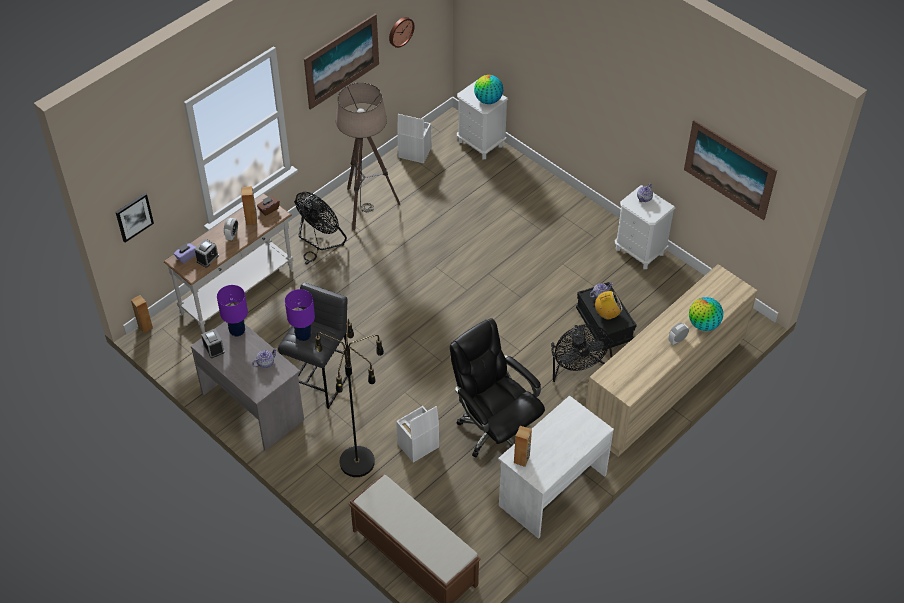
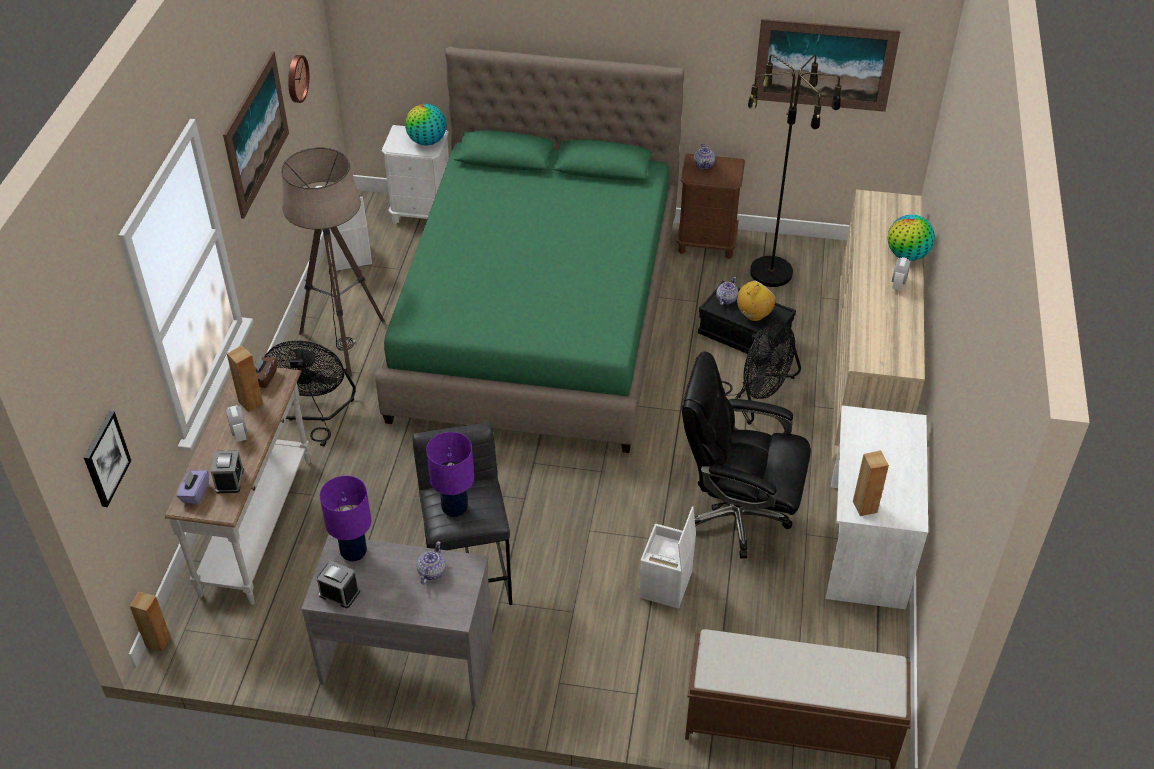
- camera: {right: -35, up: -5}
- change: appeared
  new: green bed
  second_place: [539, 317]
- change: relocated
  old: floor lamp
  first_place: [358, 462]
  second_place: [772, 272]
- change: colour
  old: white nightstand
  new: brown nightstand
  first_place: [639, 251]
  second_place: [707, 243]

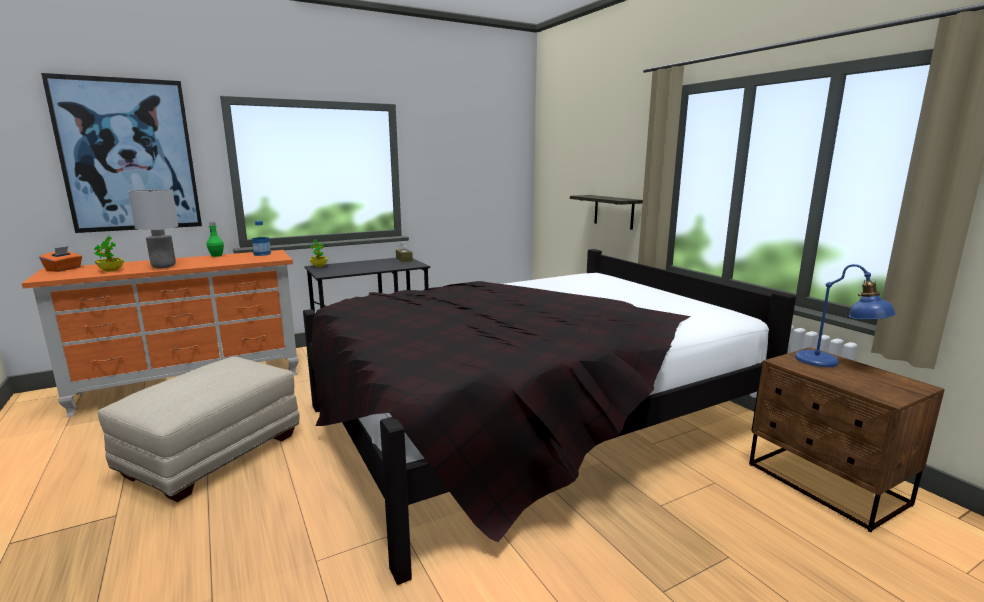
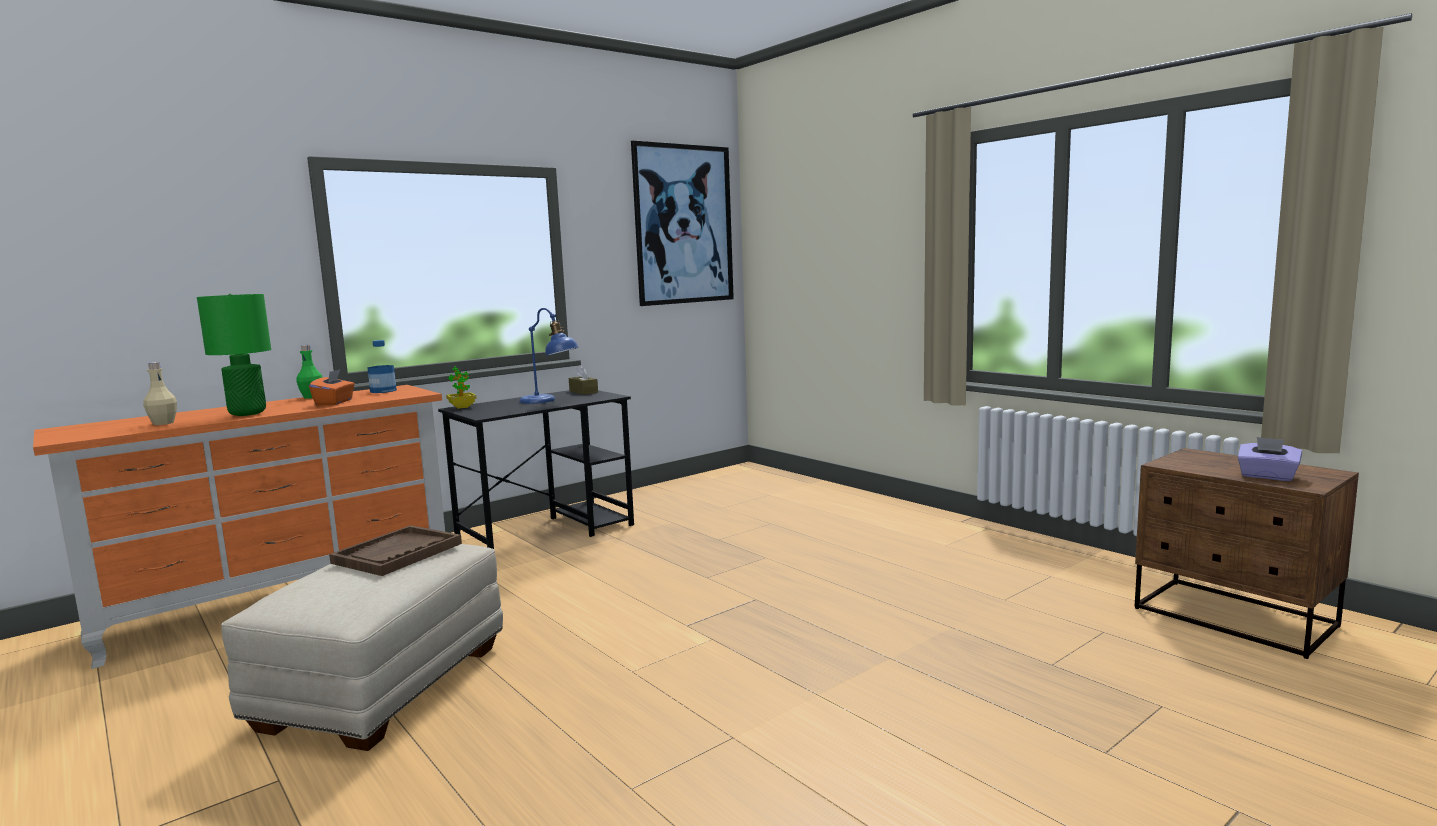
- camera: {right: -10, up: -5}
- change: missing
  old: black bed
  first_place: [528, 422]
- change: missing
  old: shelf
  first_place: [613, 211]
- change: appeared
  new: brown tray
  second_place: [397, 553]
- change: appeared
  new: purple tissue box
  second_place: [1267, 476]
- change: relocated
  old: orange tissue box
  first_place: [64, 269]
  second_place: [334, 403]
- change: relocated
  old: picture
  first_place: [128, 156]
  second_place: [683, 224]
- change: relocated
  old: blue table lamp
  first_place: [836, 363]
  second_place: [550, 401]
- change: exchanged
  old: potted plant
  new: beige bottle
  first_place: [111, 270]
  second_place: [163, 423]
- change: colour
  old: grey table lamp
  new: green table lamp
  first_place: [164, 267]
  second_place: [248, 414]

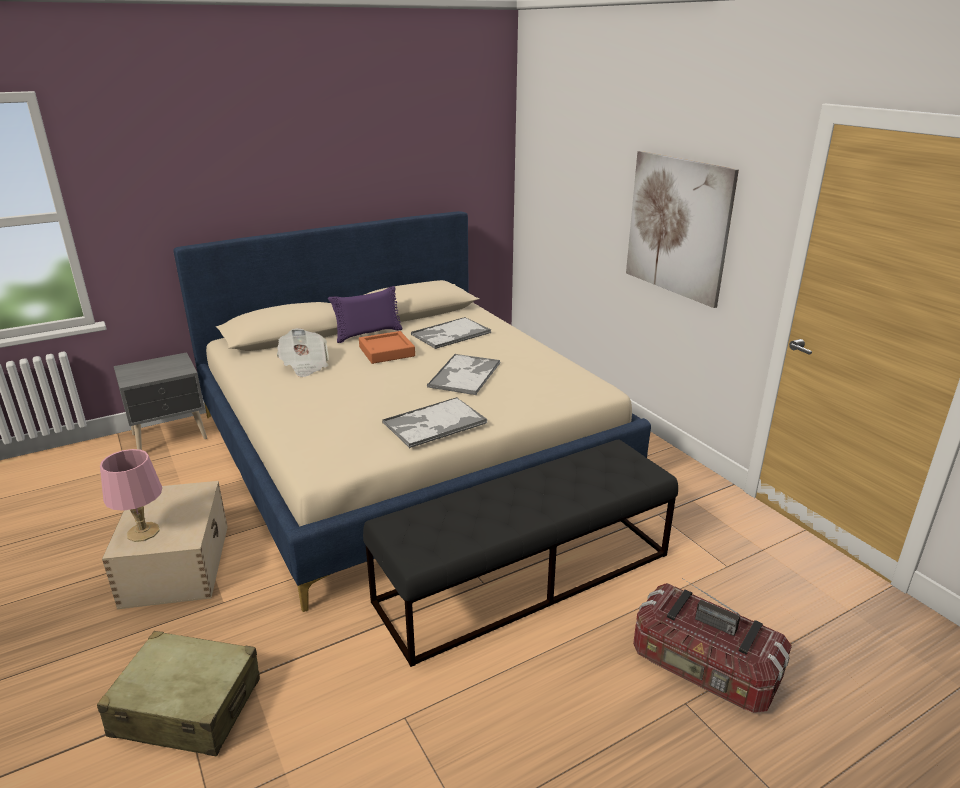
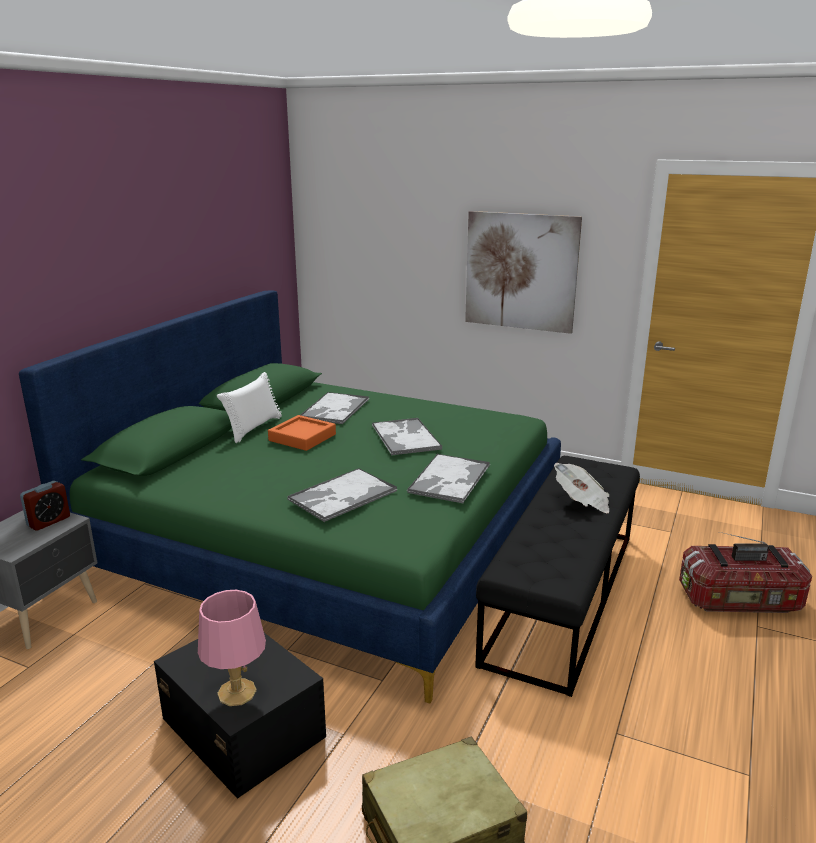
- camera: {right: -35, up: -5}
- change: appeared
  new: alarm clock
  second_place: [48, 521]
- change: appeared
  new: tray
  second_place: [342, 496]
- change: relocated
  old: newspaper
  first_place: [304, 365]
  second_place: [582, 502]
- change: colour
  old: beige storage box
  new: black storage box
  first_place: [177, 563]
  second_place: [243, 726]
- change: colour
  old: beige bed
  new: green bed
  first_place: [405, 449]
  second_place: [331, 536]
- change: colour
  old: purple pillow
  new: white pillow
  first_place: [368, 334]
  second_place: [253, 428]

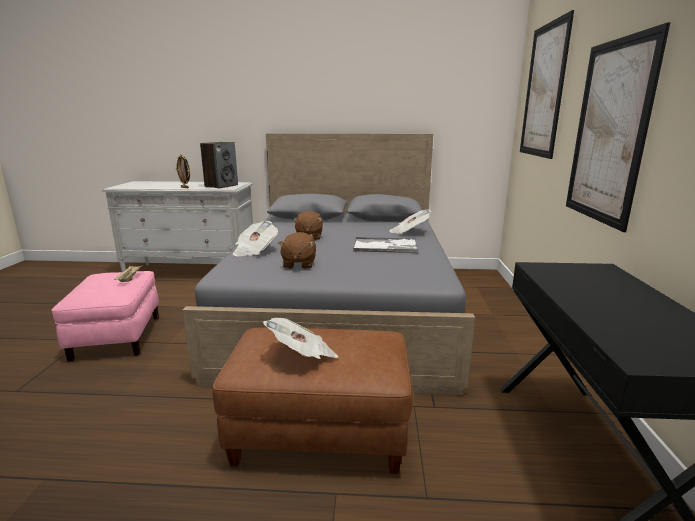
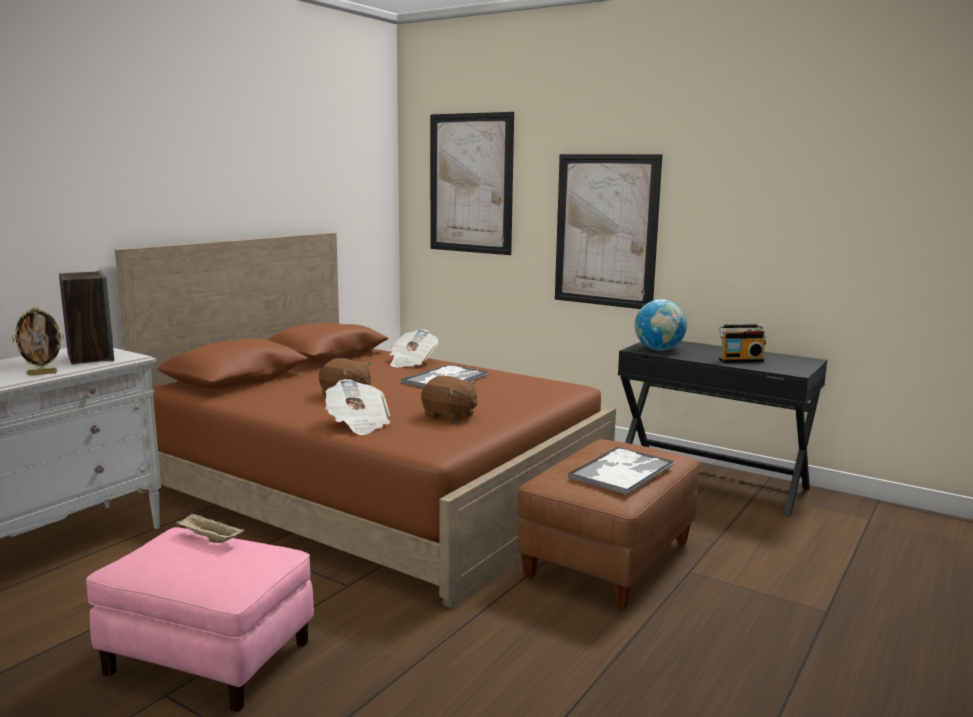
- camera: {right: -60, up: -5}
- change: appeared
  new: globe
  second_place: [659, 349]
- change: appeared
  new: radio
  second_place: [740, 360]
- change: exchanged
  old: newspaper
  new: tray
  first_place: [302, 355]
  second_place: [622, 471]
- change: colour
  old: grey bed
  new: brown bed
  first_place: [342, 310]
  second_place: [378, 490]

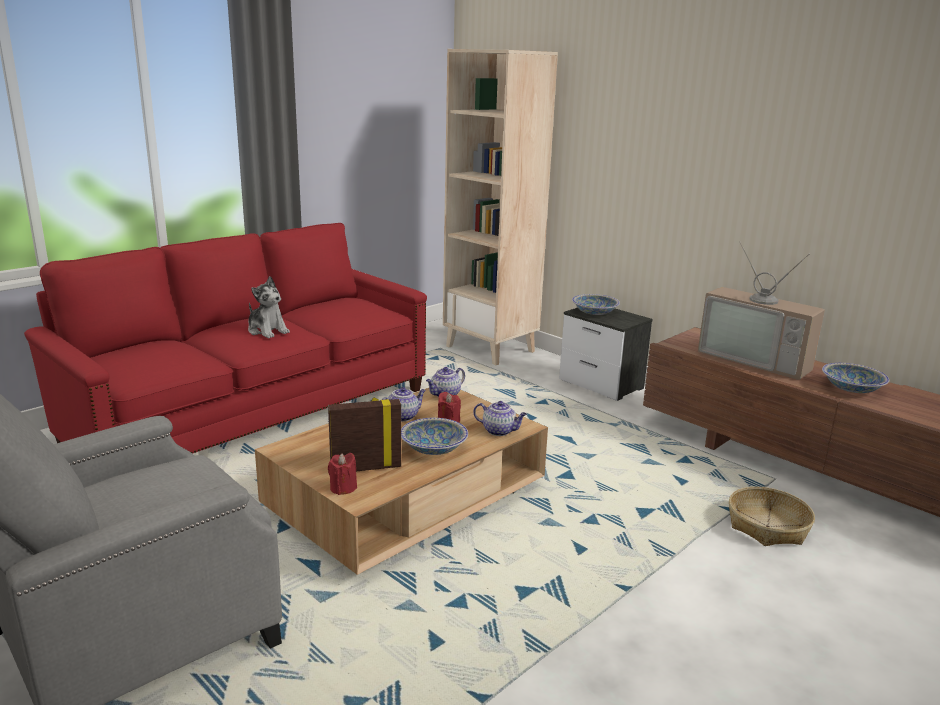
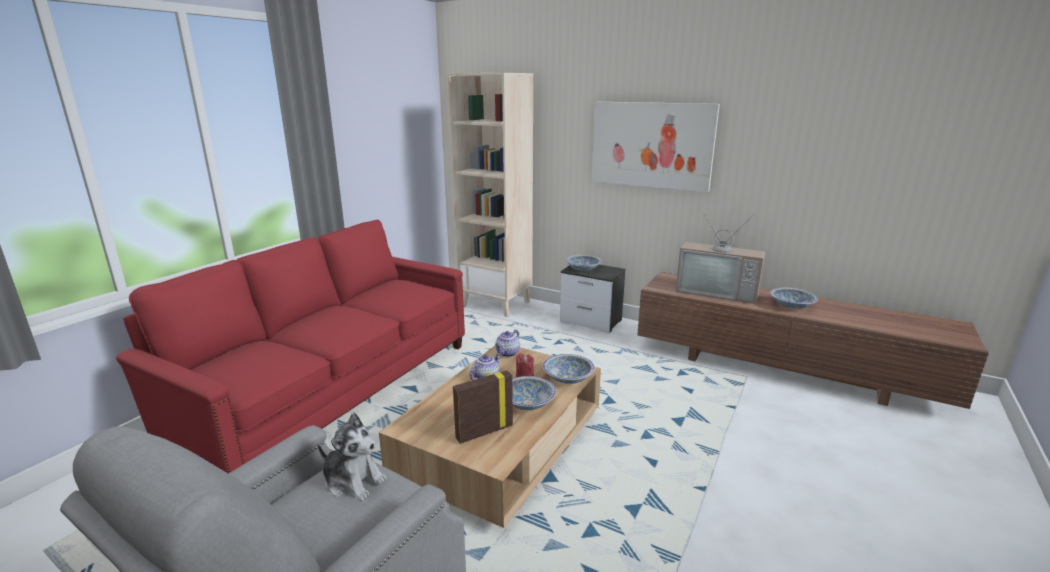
- camera: {right: -15, up: 0}
- change: missing
  old: red candle
  first_place: [343, 488]
- change: missing
  old: basket
  first_place: [768, 526]
- change: appeared
  new: picture
  second_place: [651, 145]
- change: relocated
  old: plush toy
  first_place: [267, 331]
  second_place: [353, 481]
- change: exchanged
  old: teapot
  new: bowl
  first_place: [499, 431]
  second_place: [568, 378]

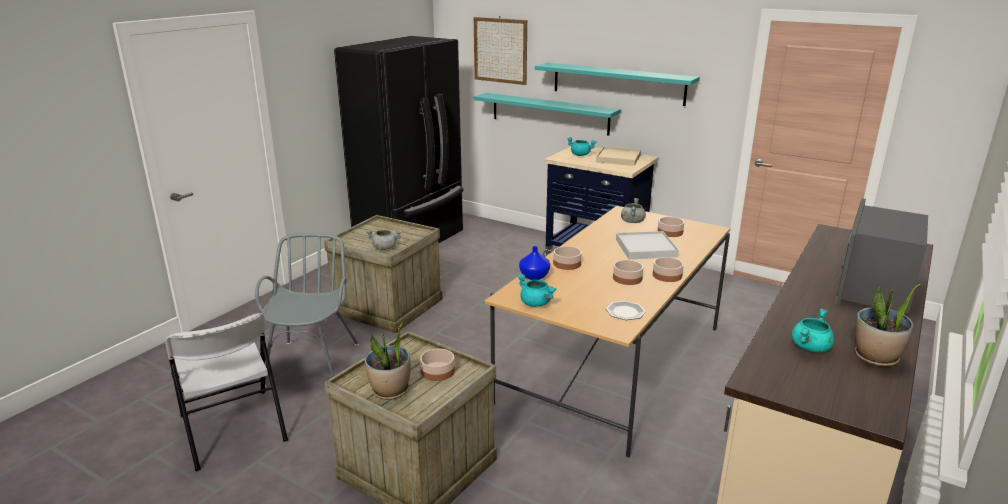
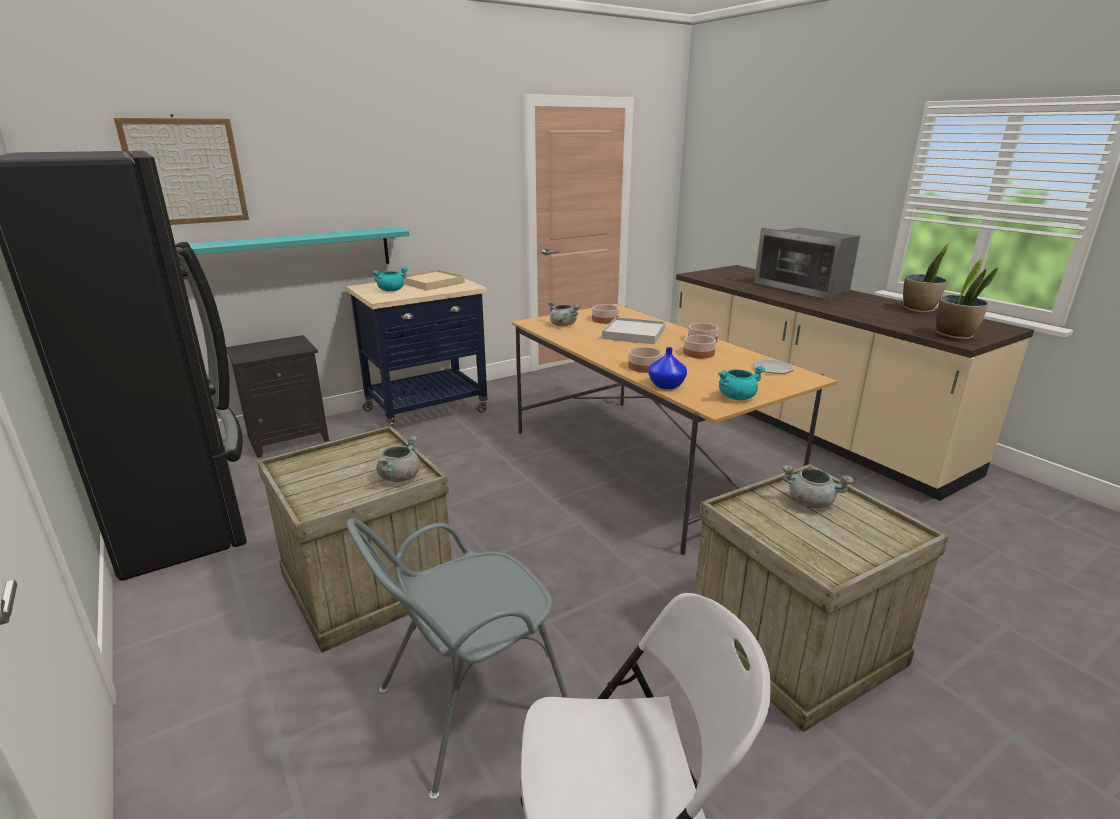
- camera: {right: -65, up: 0}
- change: missing
  old: turquoise shelf
  first_place: [618, 83]
- change: missing
  old: turquoise cooking pot
  first_place: [810, 348]
- change: appeared
  new: black nightstand
  second_place: [289, 438]
- change: relocated
  old: potted plant
  first_place: [390, 391]
  second_place: [954, 336]
- change: exchanged
  old: bowl
  new: grey cooking pot
  first_place: [437, 371]
  second_place: [811, 502]
- change: spun
  old: grey chair
  first_place: [313, 362]
  second_place: [467, 707]
  degrees: -60

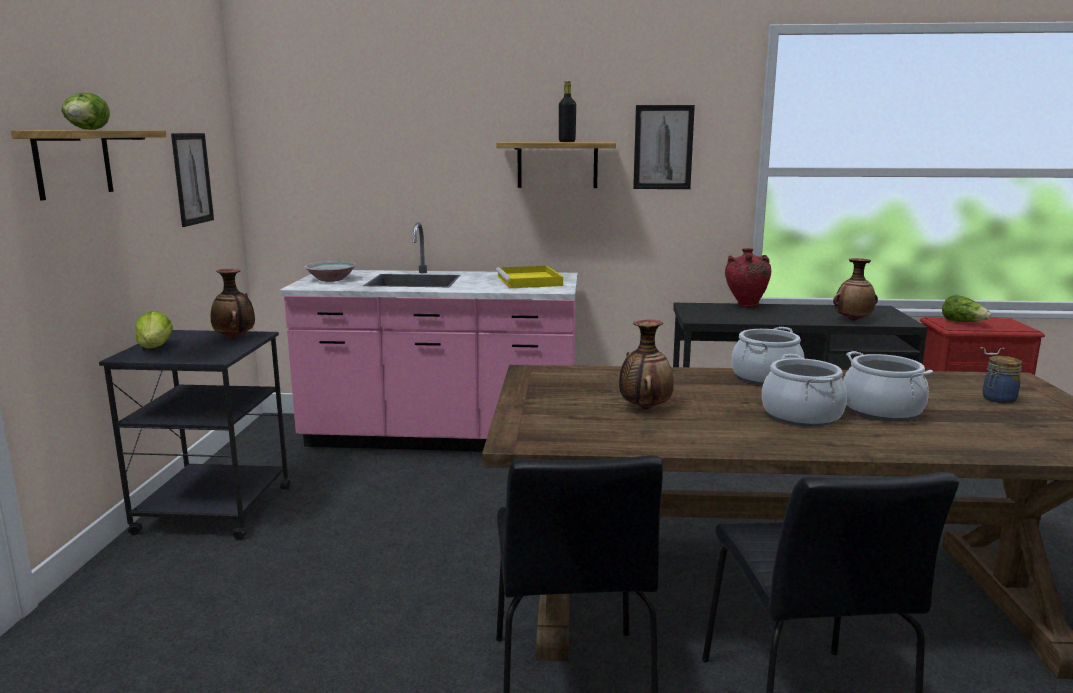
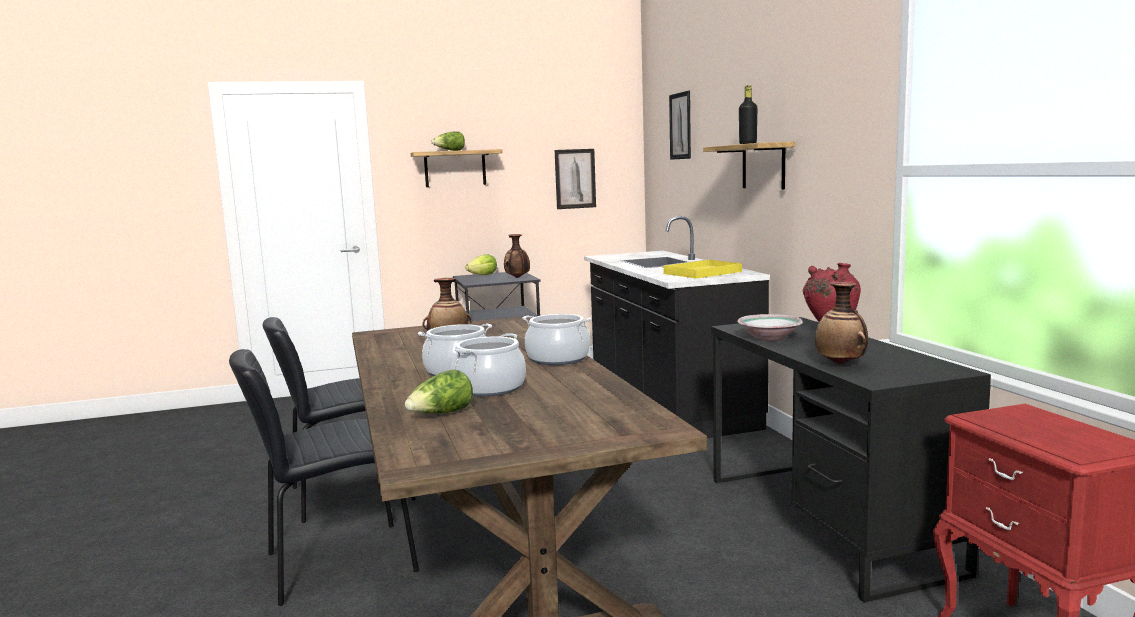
- camera: {right: 70, up: -5}
- change: missing
  old: jar
  first_place: [998, 399]
- change: relocated
  old: bowl
  first_place: [332, 279]
  second_place: [770, 338]
- change: relocated
  old: picture
  first_place: [663, 147]
  second_place: [680, 126]
- change: relocated
  old: lettuce
  first_place: [963, 323]
  second_place: [441, 414]
- change: colour
  old: pink counter
  new: black counter
  first_place: [442, 438]
  second_place: [667, 400]

